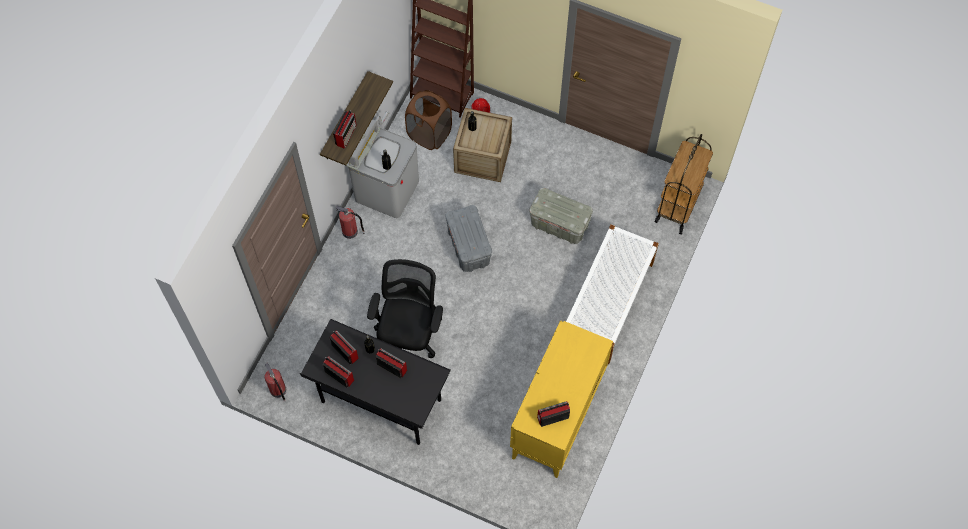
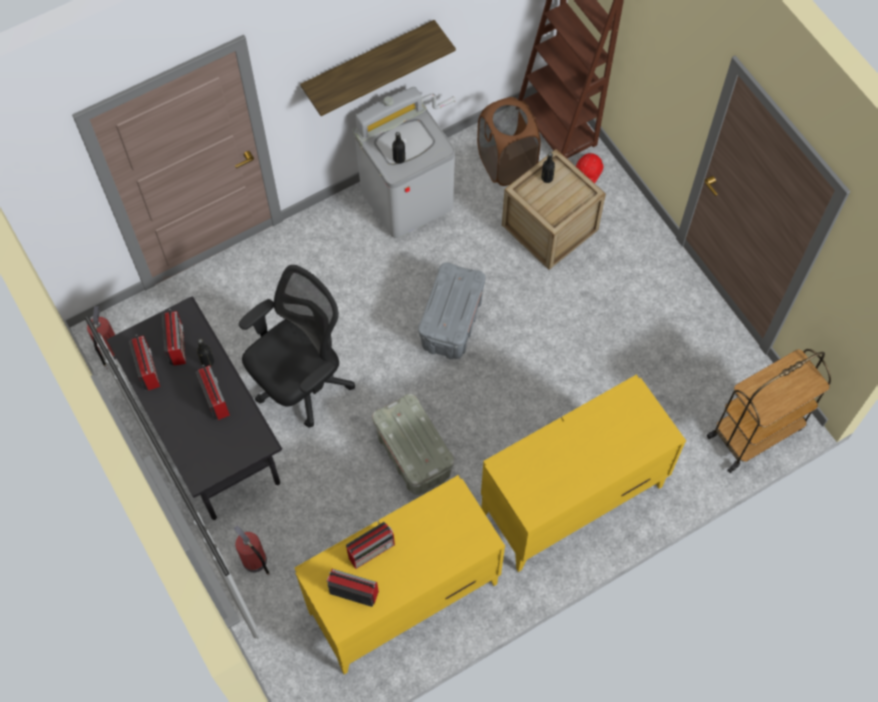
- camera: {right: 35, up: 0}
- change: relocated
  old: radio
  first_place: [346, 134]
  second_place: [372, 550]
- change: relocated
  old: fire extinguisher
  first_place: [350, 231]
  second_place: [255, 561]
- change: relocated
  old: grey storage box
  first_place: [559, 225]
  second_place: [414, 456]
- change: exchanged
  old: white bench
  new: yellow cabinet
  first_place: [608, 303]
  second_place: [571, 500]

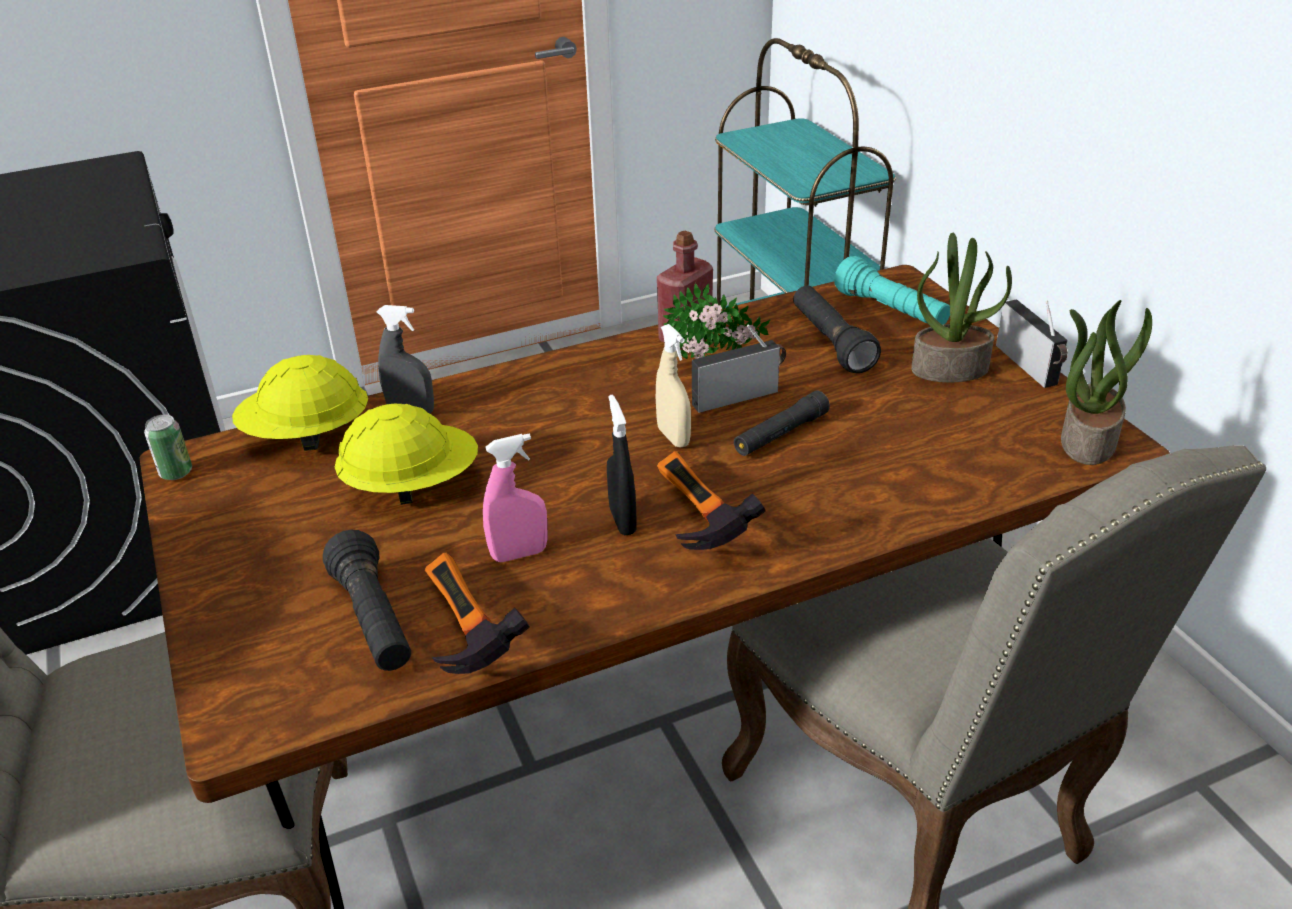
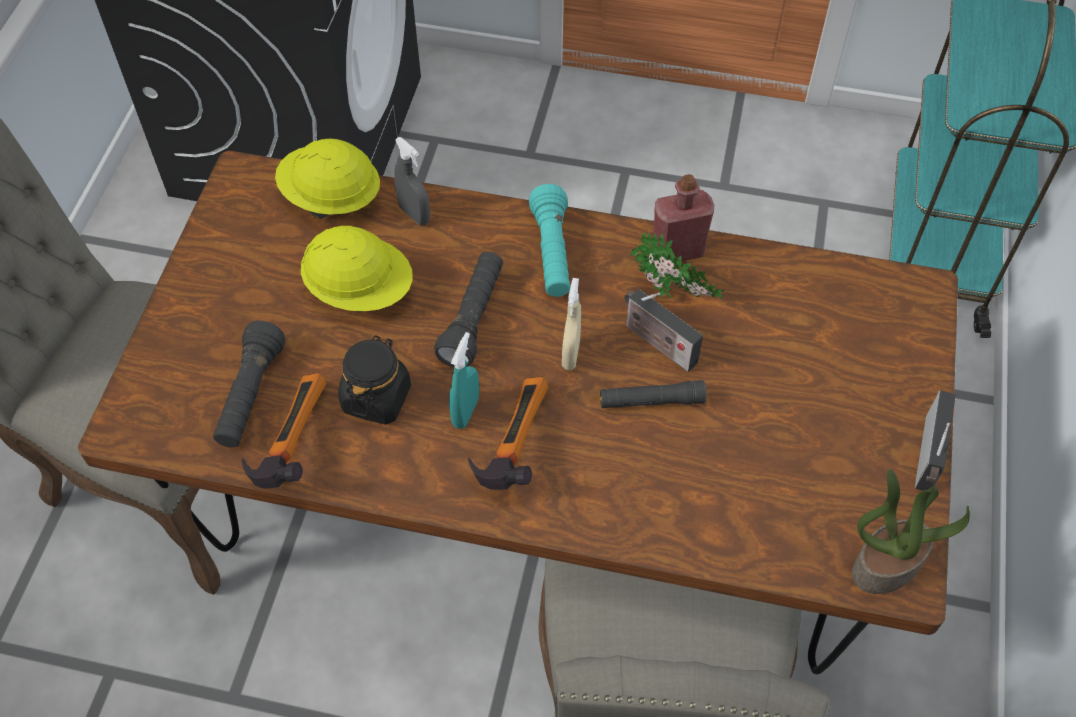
- camera: {right: 35, up: 20}
- change: missing
  old: can
  first_place: [176, 472]
- change: missing
  old: potted plant
  first_place: [950, 368]
- change: relocated
  old: black flashlight
  first_place: [830, 343]
  second_place: [473, 318]
- change: relocated
  old: turquoise flashlight
  first_place: [891, 311]
  second_place: [552, 253]
- change: exchanged
  old: pink spray bottle
  new: black jar
  first_place: [519, 554]
  second_place: [376, 397]
- change: colour
  old: black spray bottle
  new: turquoise spray bottle
  first_place: [622, 521]
  second_place: [465, 412]
- change: spun
  old: radio
  first_place: [738, 396]
  second_place: [657, 342]
  degrees: -150

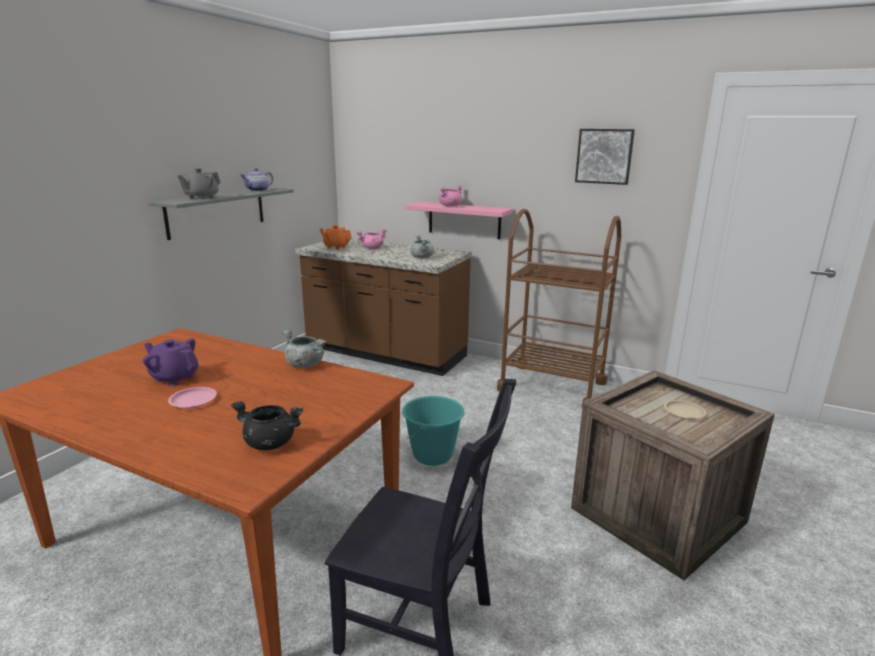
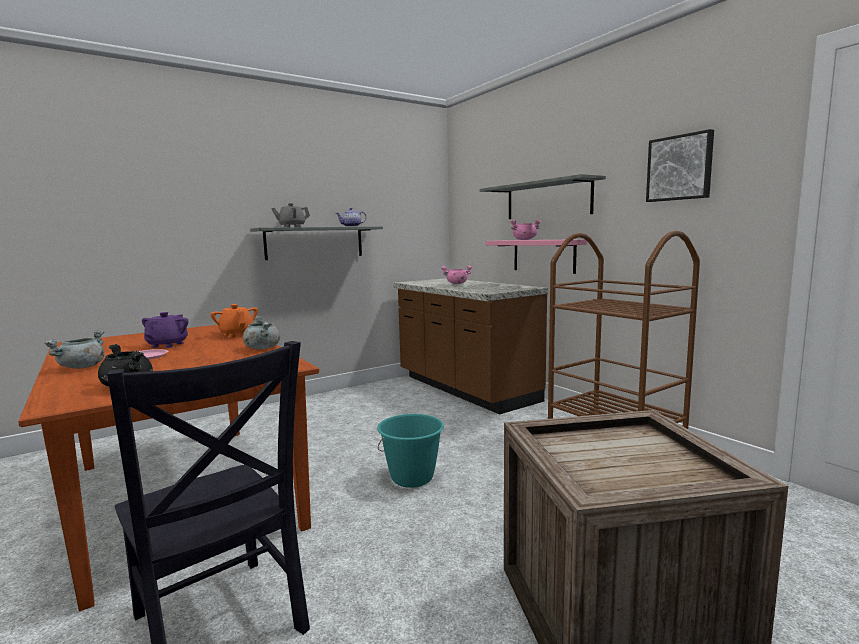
- camera: {right: 30, up: -10}
- change: missing
  old: beige plate
  first_place: [683, 412]
- change: appeared
  new: grey shelf
  second_place: [547, 200]
- change: relocated
  old: orange teapot
  first_place: [336, 247]
  second_place: [237, 334]
- change: relocated
  old: grey cooking pot
  first_place: [422, 257]
  second_place: [82, 367]
- change: spun
  old: purple teapot
  first_place: [174, 377]
  second_place: [168, 345]
  degrees: 45

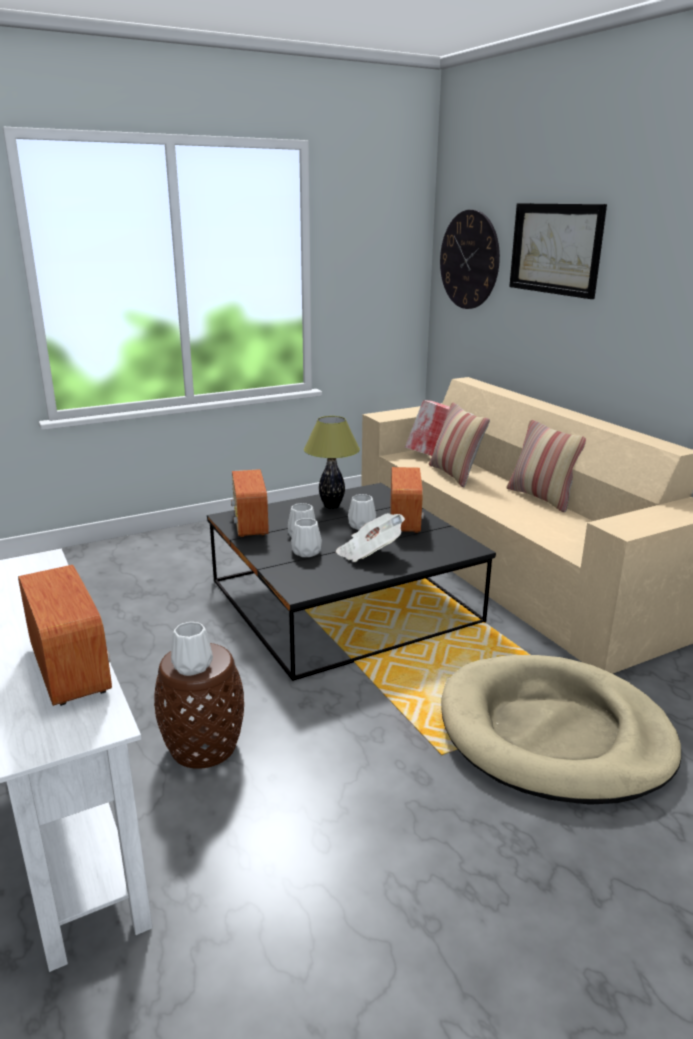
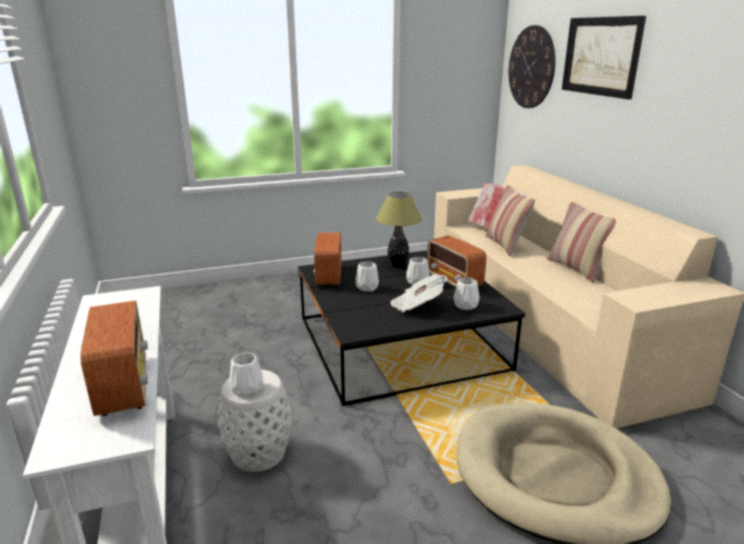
- camera: {right: 10, up: 0}
- change: relocated
  old: white vase
  first_place: [305, 552]
  second_place: [465, 305]
- change: colour
  old: brown stool
  new: white stool
  first_place: [203, 747]
  second_place: [258, 454]
- change: spun
  old: radio
  first_place: [404, 520]
  second_place: [454, 281]
  degrees: 135

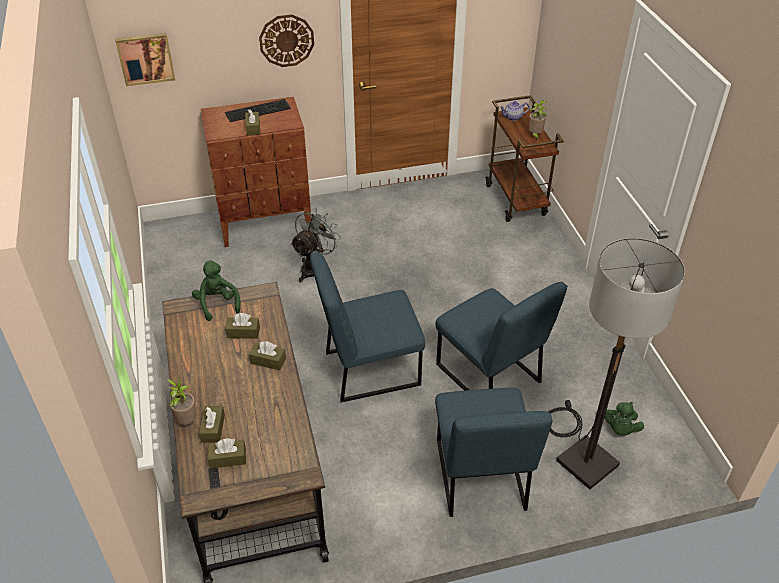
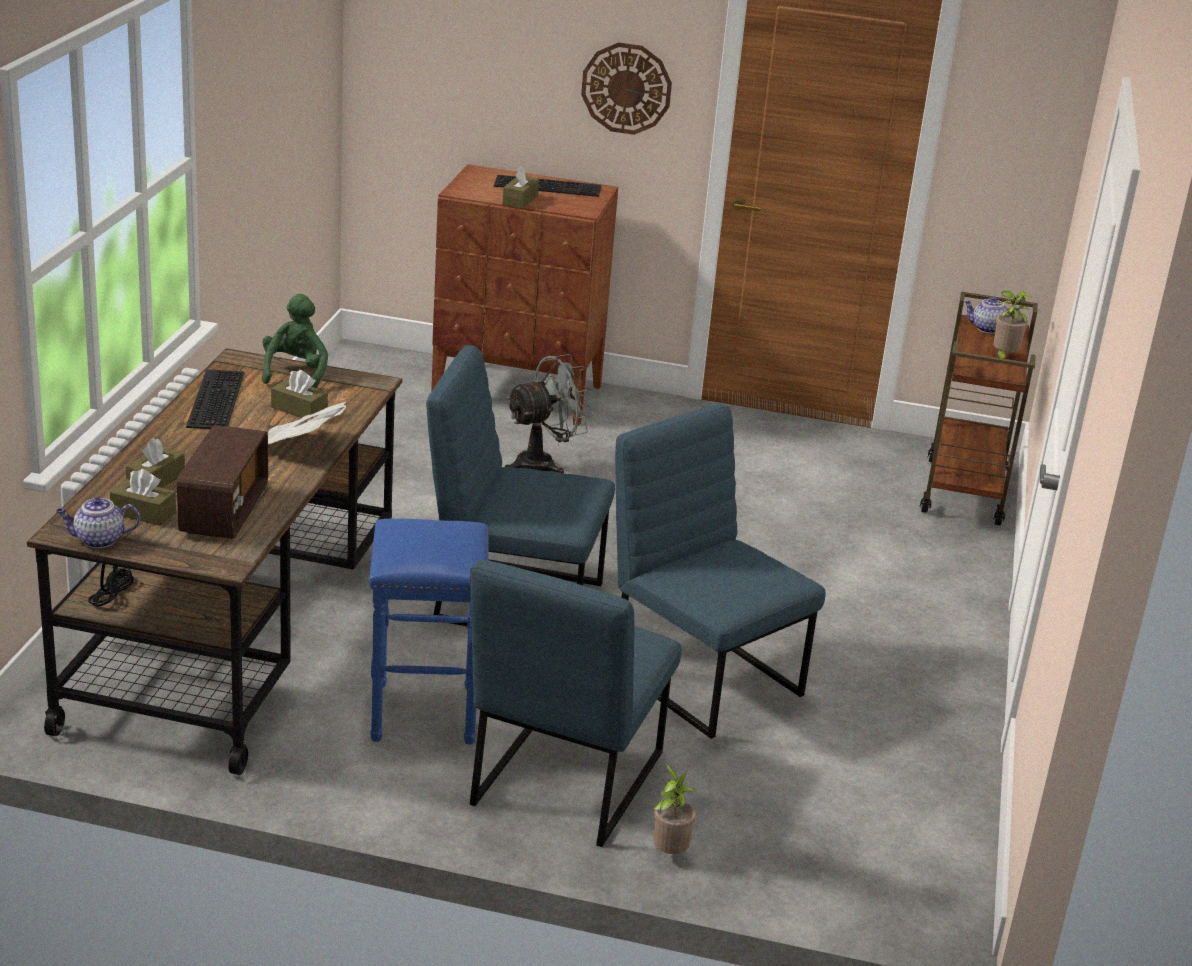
- camera: {right: 25, up: -15}
- change: missing
  old: picture
  first_place: [145, 58]
- change: missing
  old: floor lamp
  first_place: [580, 451]
- change: missing
  old: green plush toy
  first_place: [619, 428]
- change: appeared
  new: teapot
  second_place: [98, 540]
- change: appeared
  new: radio
  second_place: [224, 511]
- change: appeared
  new: keyboard
  second_place: [213, 398]
- change: appeared
  new: blue stool
  second_place: [426, 714]
- change: relocated
  old: potted plant
  first_place: [186, 421]
  second_place: [669, 853]
- change: exchanged
  old: brown tissue box
  new: newspaper
  first_place: [268, 361]
  second_place: [301, 446]
- change: spun
  old: blue chair
  first_place: [490, 375]
  second_place: [702, 676]
  degrees: 150

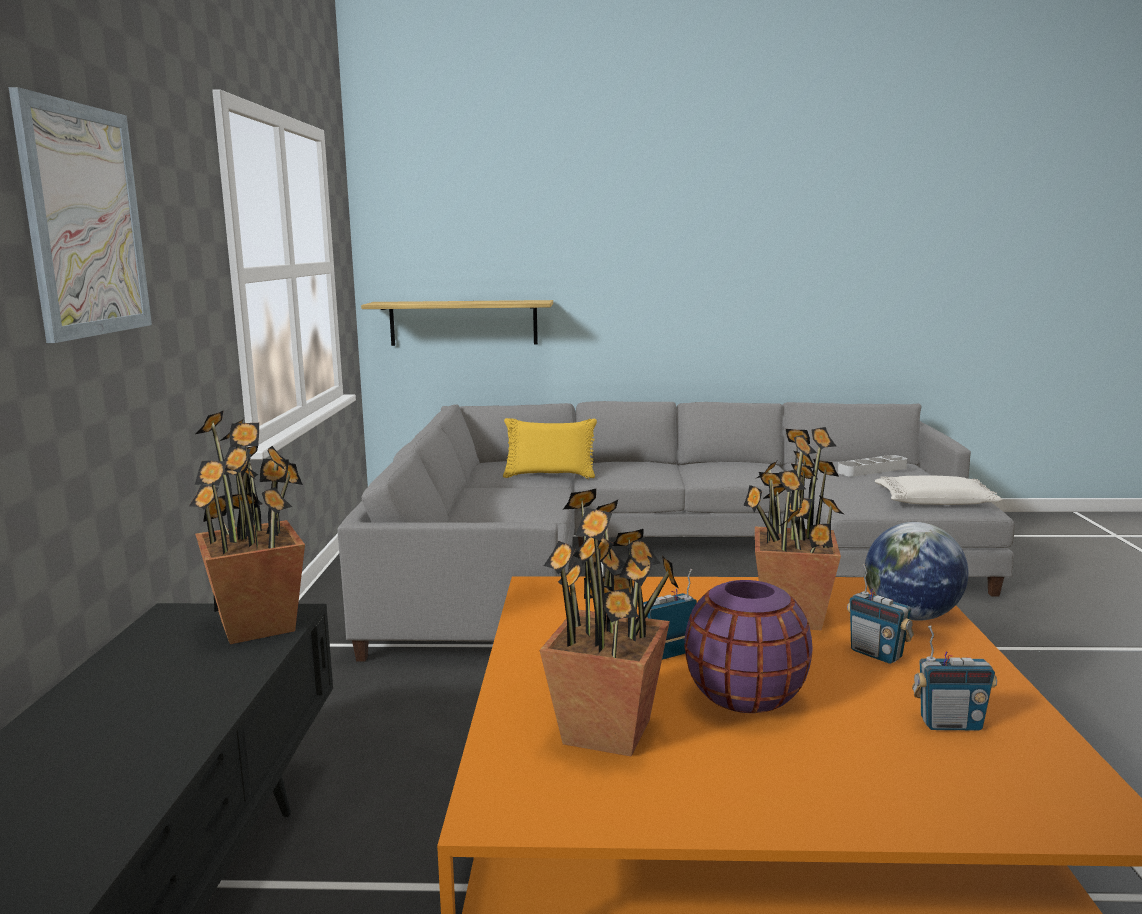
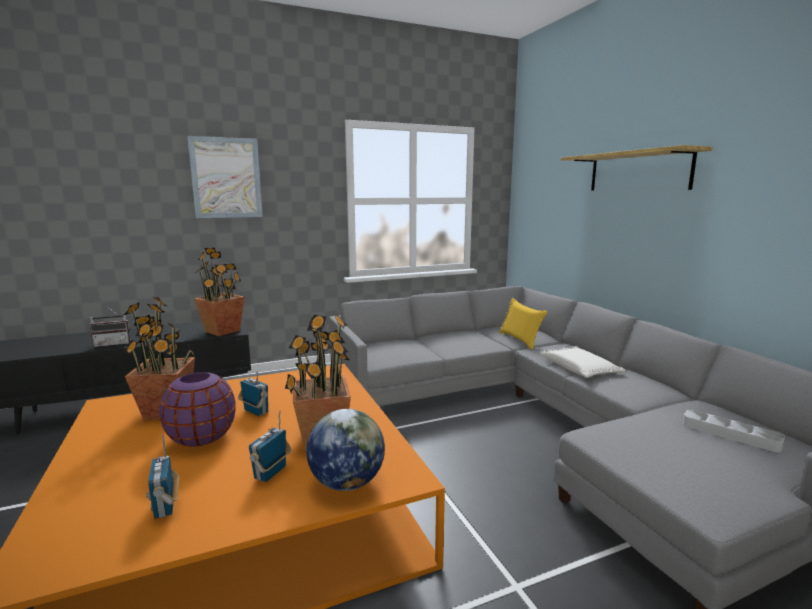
- camera: {right: 65, up: 0}
- change: appeared
  new: radio
  second_place: [114, 344]
- change: relocated
  old: shelf
  first_place: [463, 323]
  second_place: [638, 171]
- change: relocated
  old: white pillow
  first_place: [935, 498]
  second_place: [579, 367]

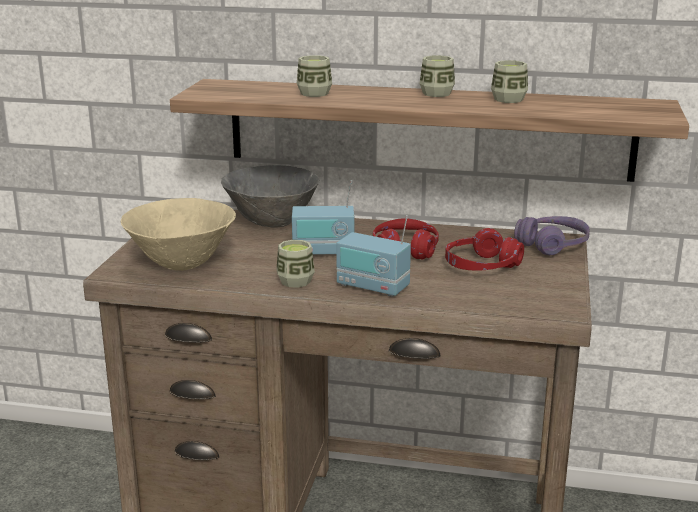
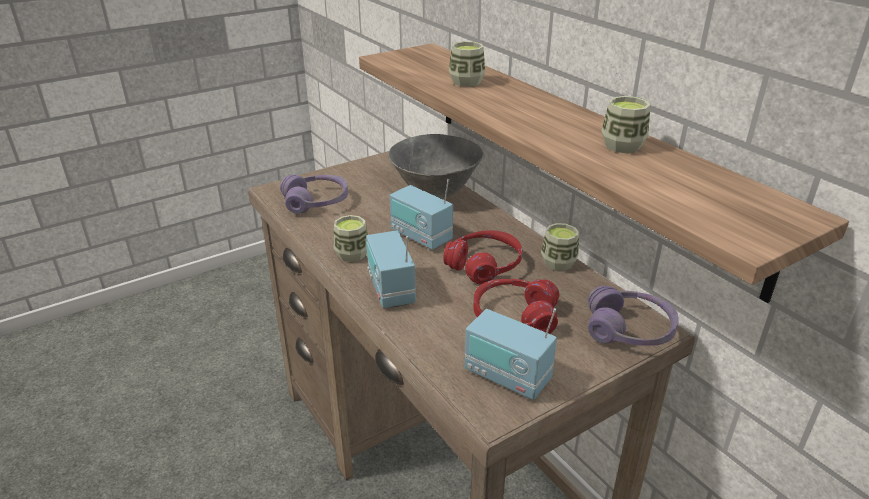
- camera: {right: 45, up: 10}
- change: appeared
  new: radio
  second_place: [507, 377]
- change: relocated
  old: cup
  first_place: [436, 94]
  second_place: [558, 263]
- change: exchanged
  old: beige bowl
  new: purple headphones
  first_place: [182, 265]
  second_place: [316, 202]

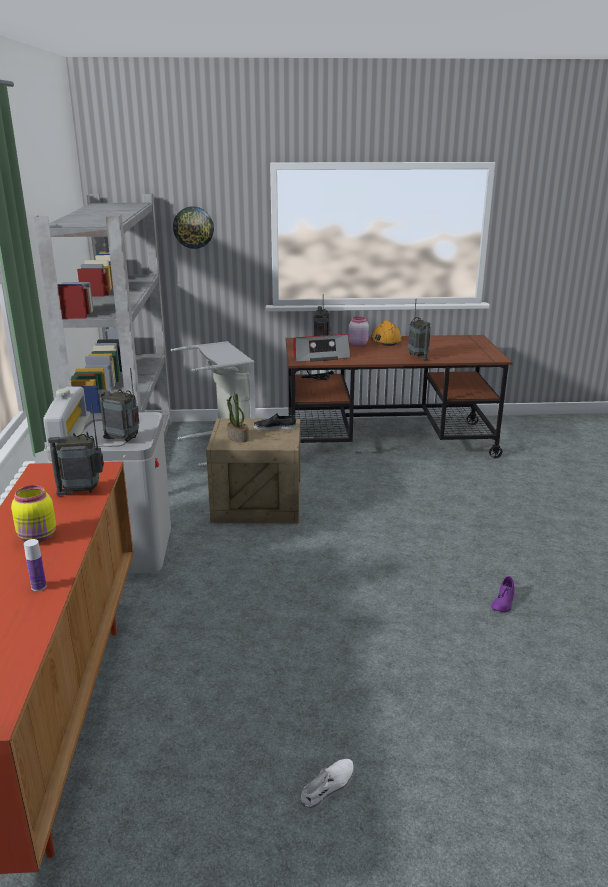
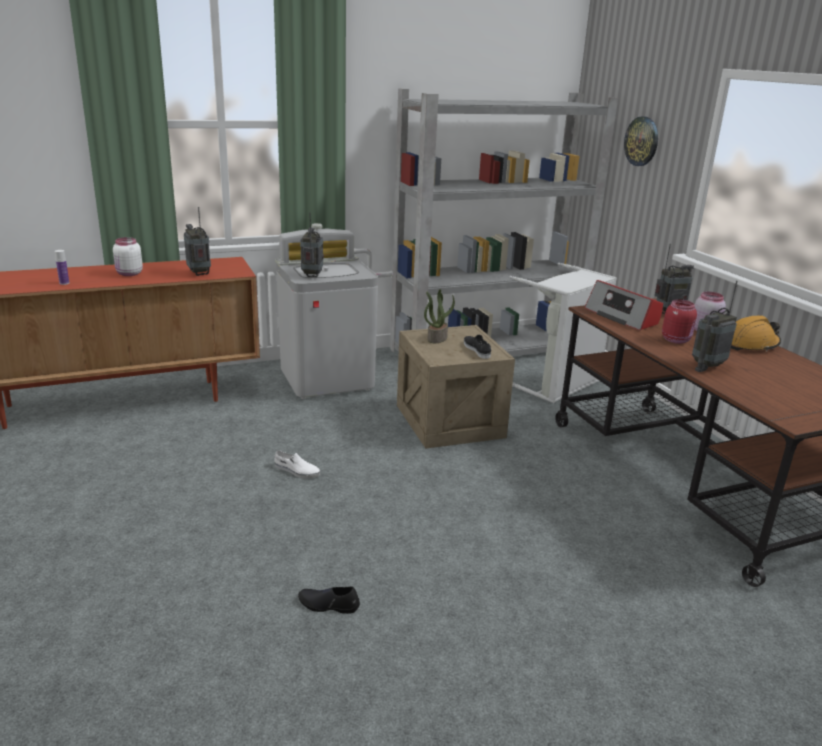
- camera: {right: 70, up: 0}
- change: appeared
  new: red jar
  second_place: [676, 340]
- change: relocated
  old: white shoe
  first_place: [328, 788]
  second_place: [296, 471]
- change: colour
  old: yellow jar
  new: white jar
  first_place: [38, 537]
  second_place: [129, 274]
- change: colour
  old: purple shoe
  new: black shoe
  first_place: [503, 602]
  second_place: [328, 605]

